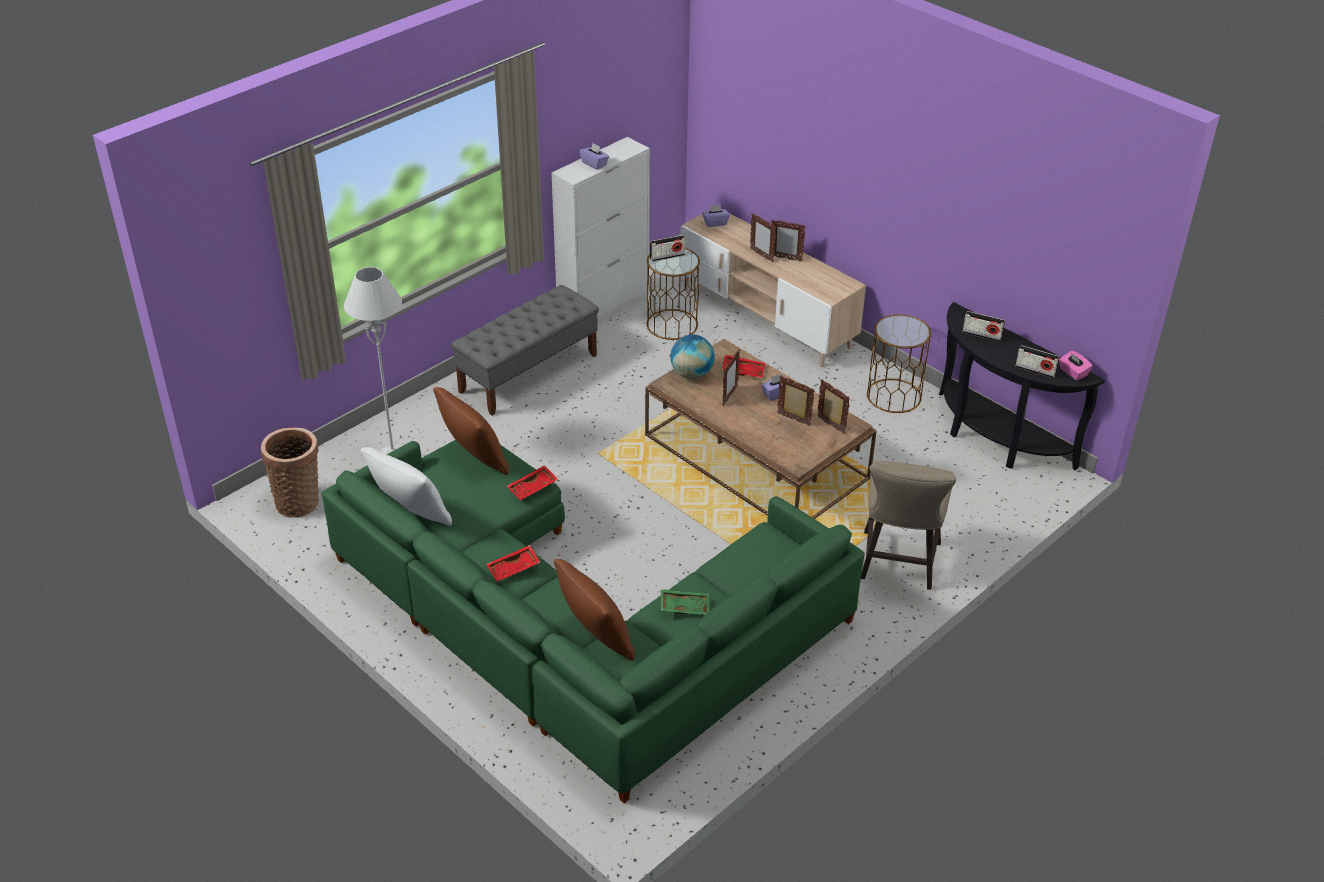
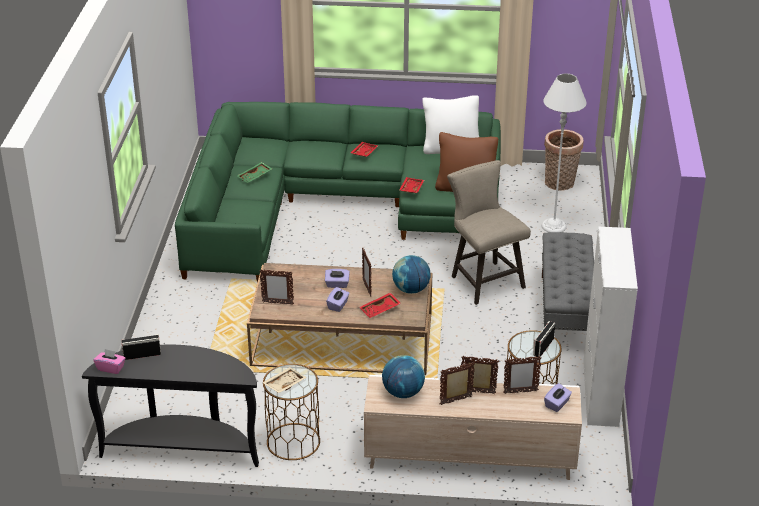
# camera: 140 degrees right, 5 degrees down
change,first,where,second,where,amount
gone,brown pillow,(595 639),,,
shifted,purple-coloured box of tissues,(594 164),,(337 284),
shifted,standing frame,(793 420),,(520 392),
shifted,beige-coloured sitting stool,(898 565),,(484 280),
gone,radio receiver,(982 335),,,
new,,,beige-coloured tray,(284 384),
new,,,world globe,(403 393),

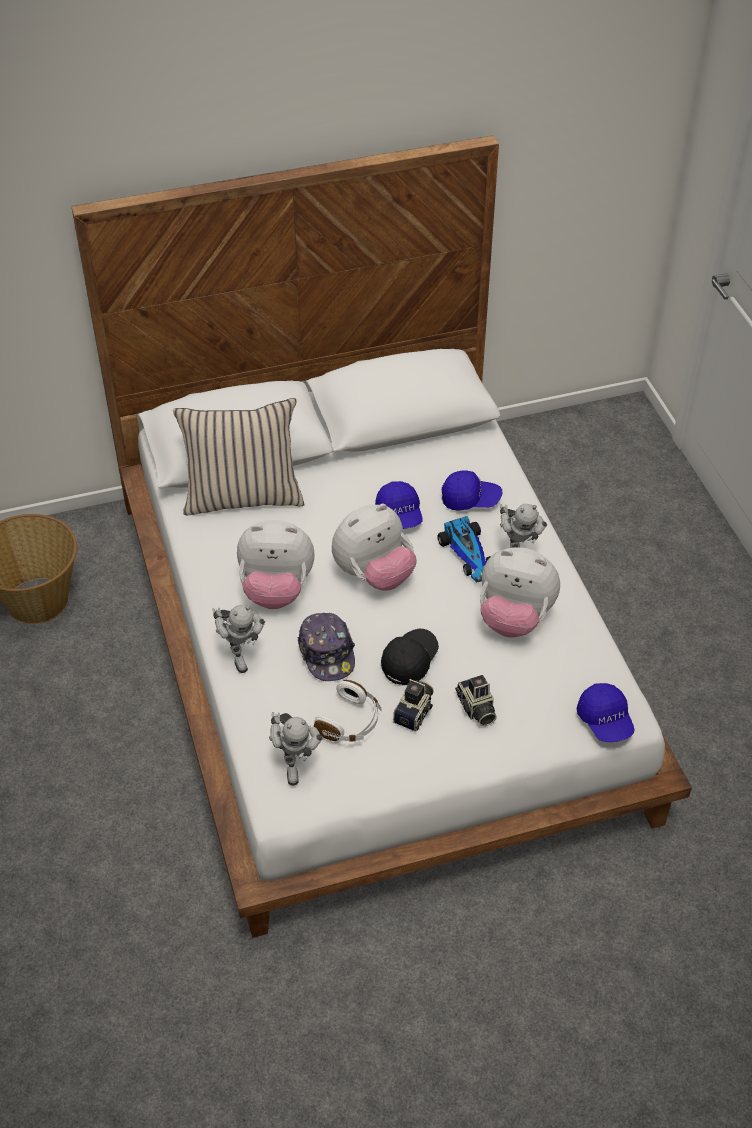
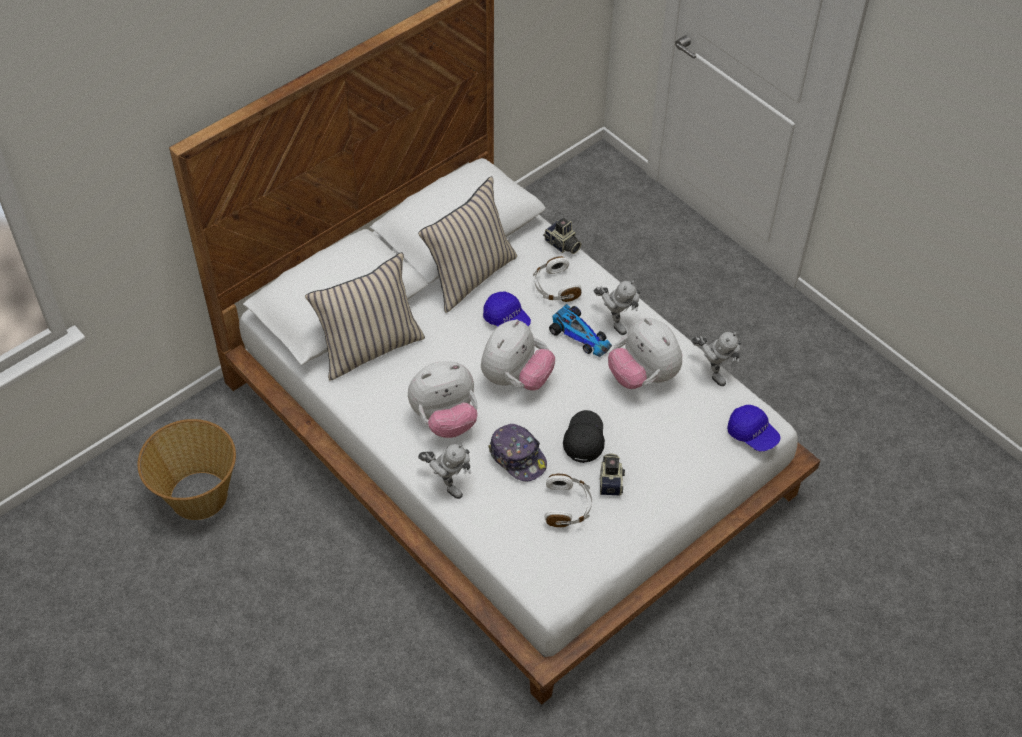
# camera: 25 degrees left, 5 degrees up
change,first,where,second,where,amount
shifted,toy robot,(295 762),,(712 370),
swapped,bluish peaked cap,(470 499),white headphones,(555 287),
shifted,photo camera,(476 709),,(562 245),
rotated,plush toy,(514 618),,(643 376),60 degrees clockwise
new,,,beige-coloured pillow,(469 276),

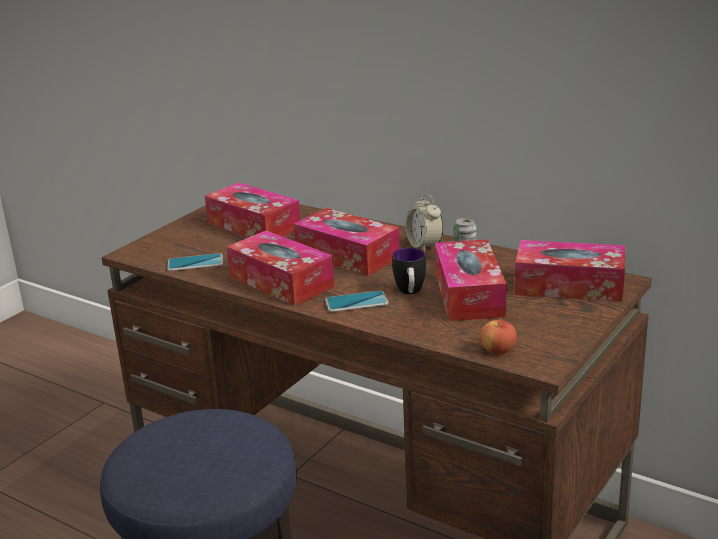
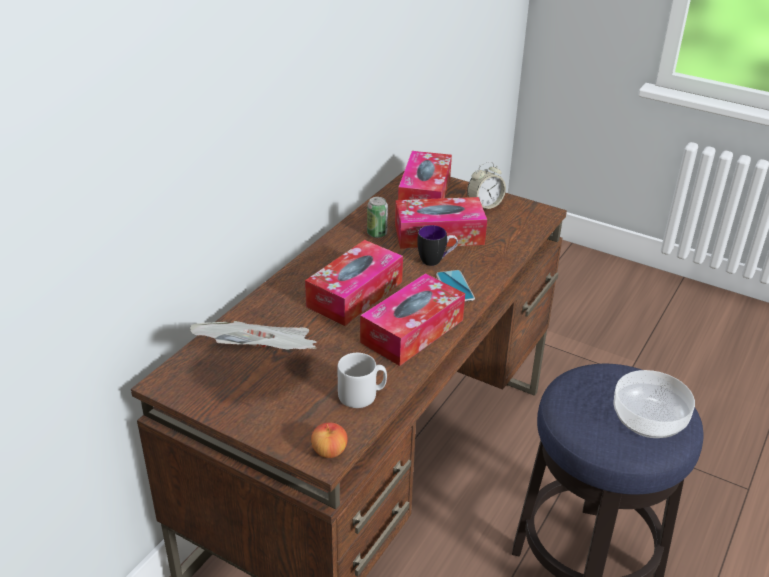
# camera: 95 degrees left, 10 degrees up
change,first,where,second,where,amount
swapped,telephone,(195 263),grey coffee mug,(362 395),
swapped,box of tissues,(254 226),newspaper,(262 360),
shifted,alarm clock,(424 246),,(484 205),
shifted,whole apple,(498 350),,(329 451),
new,,,bowl,(647 419),

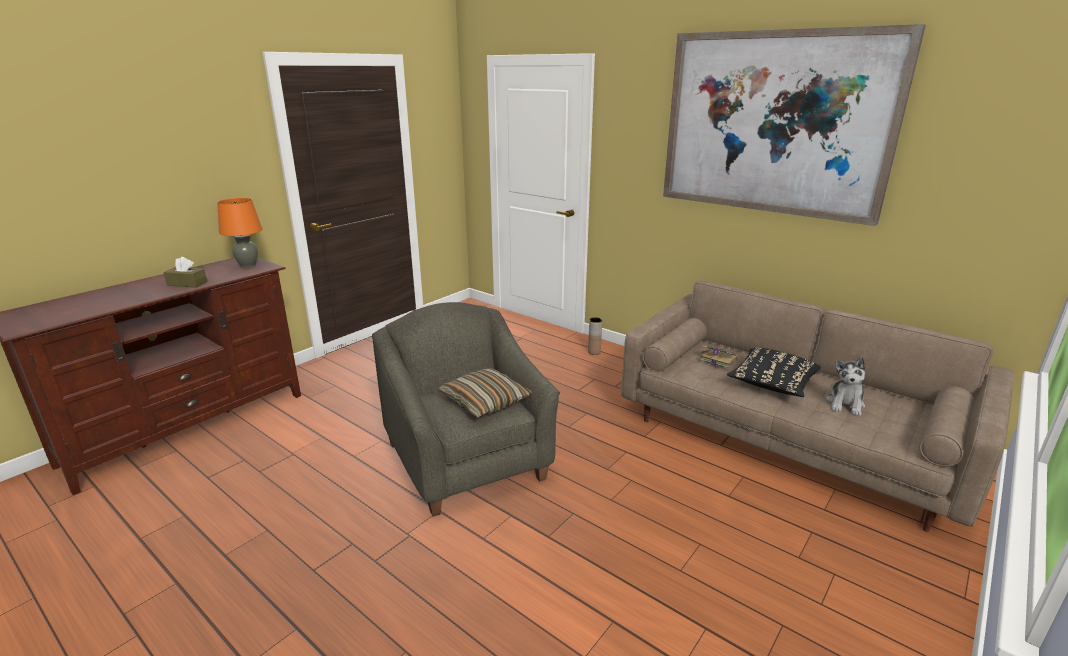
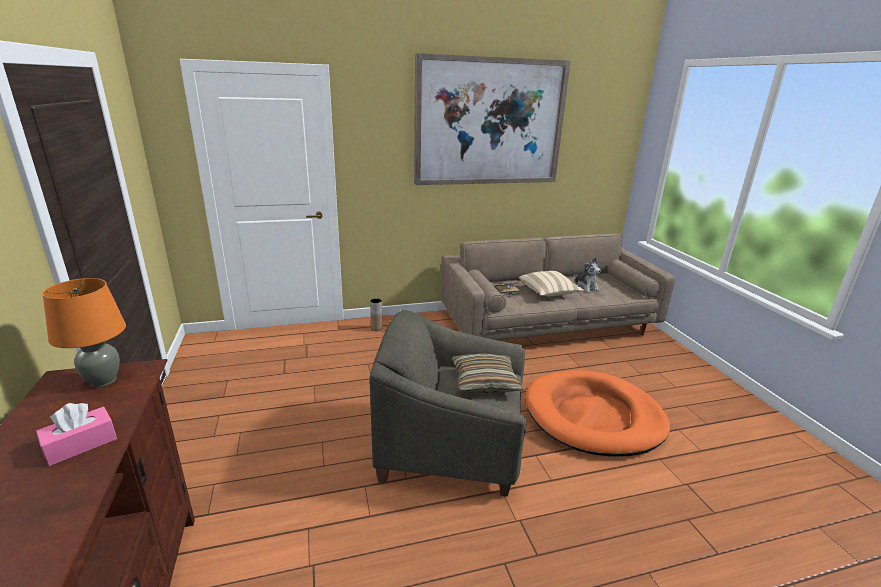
# camera: 55 degrees left, 0 degrees up
change,first,where,second,where,amount
repainted,brown box of tissues,(187 283),pink box of tissues,(81 444),
repainted,blackish pillow,(772 384),beige-coloured pillow,(548 293),
new,,,orange-coloured pet bed,(593 416),

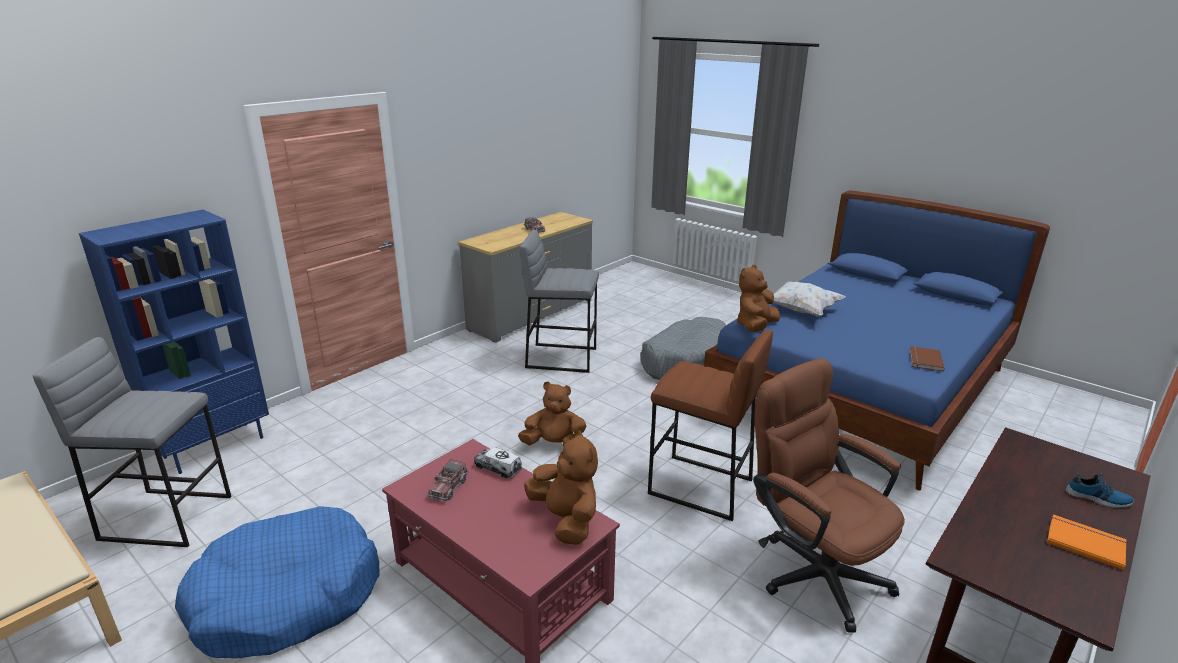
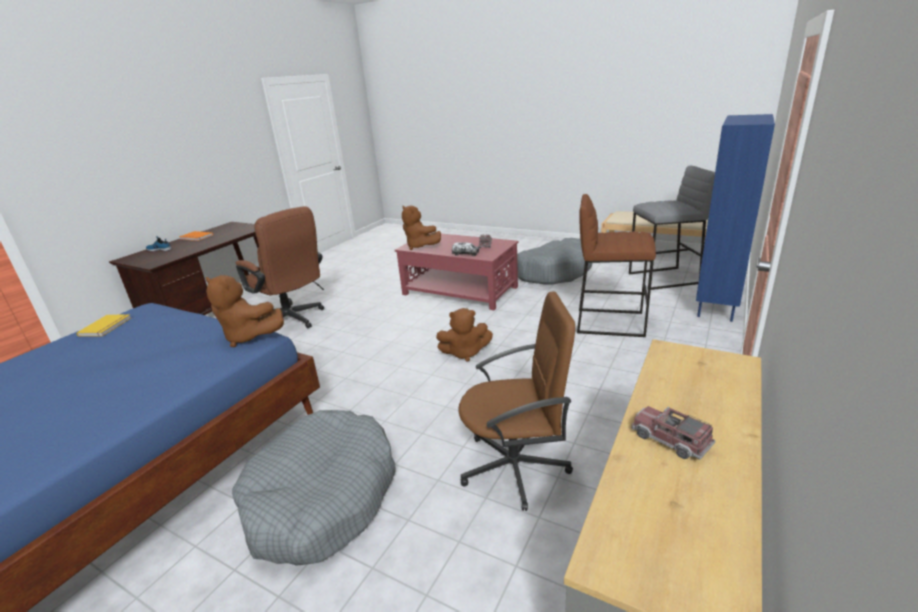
# camera: 170 degrees right, 0 degrees up
change,first,where,second,where,amount
repainted,bluish pet bed,(286 597),grey pet bed,(553 271),
swapped,grey sitting stool,(561 357),brown computer chair,(516 466),
shifted,brown sitting stool,(700 487),,(610 322),
rotated,brown plush toy,(755 327),,(248 337),90 degrees clockwise
gone,white pillow,(801 311),,,
repainted,brown volume,(924 360),yellow-coloured volume,(107 327),

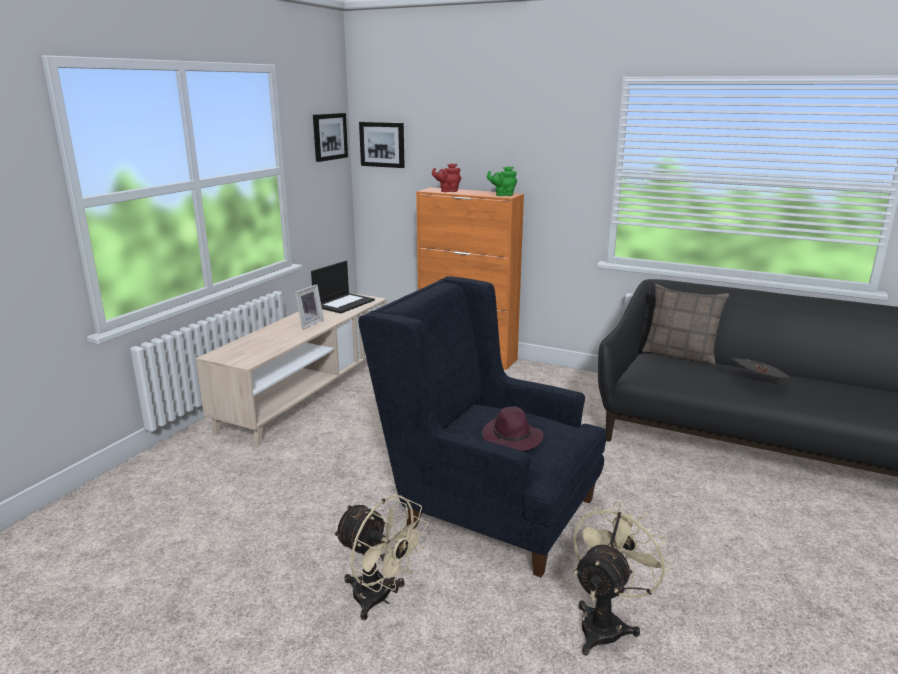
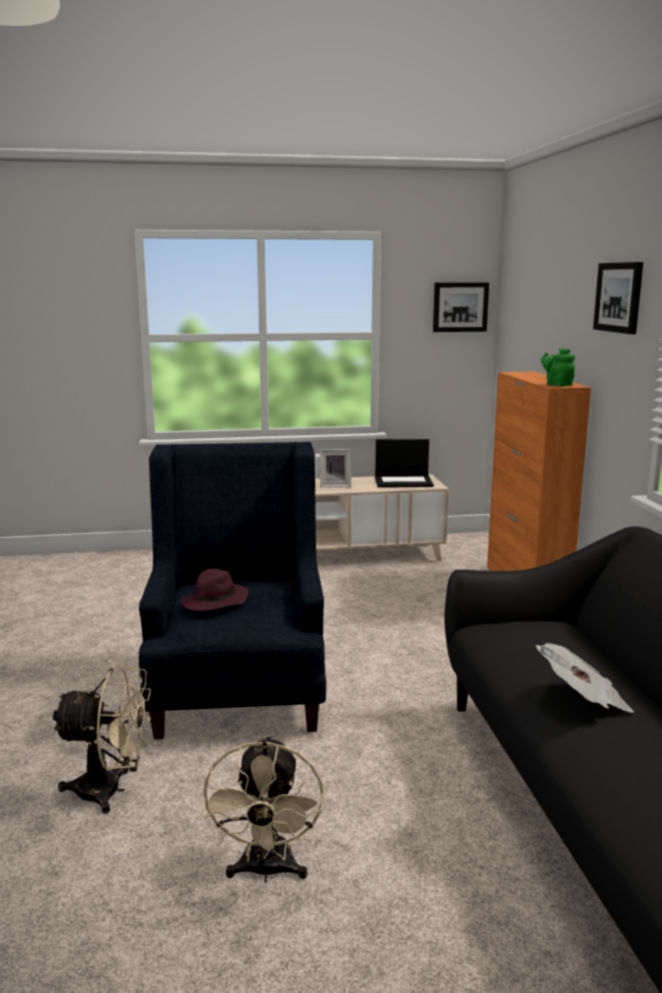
# camera: 55 degrees right, 5 degrees down
change,first,where,second,where,amount
shifted,beige-coloured cooling fan,(379 599),,(267 871),
shifted,wall picture,(382 144),,(619 297),
gone,red teapot,(448 191),,,
gone,pillow,(680 355),,,

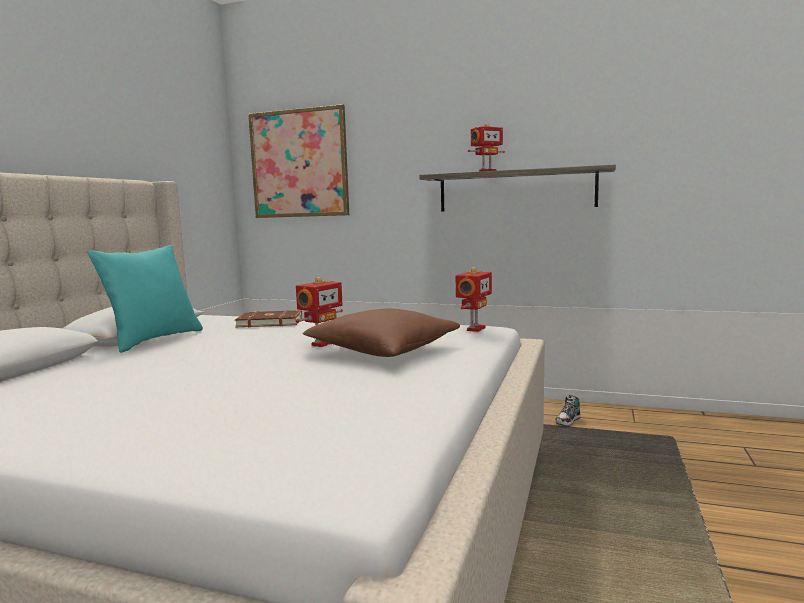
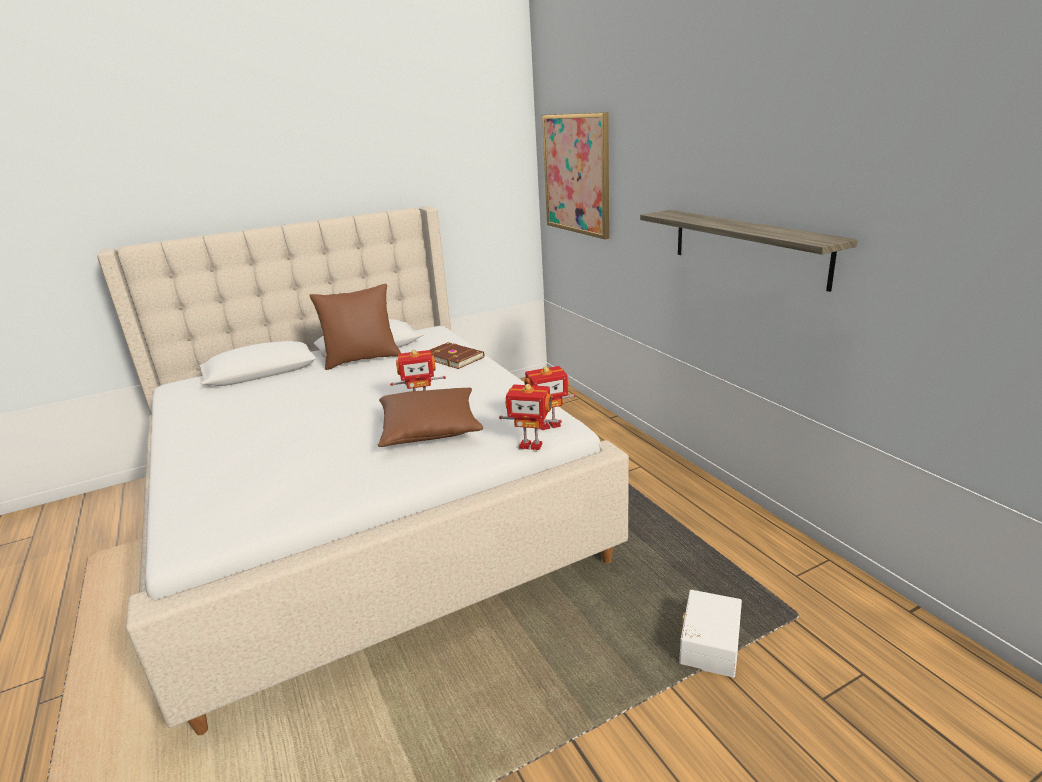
# camera: 45 degrees right, 15 degrees up
change,first,where,second,where,amount
repainted,blue-green pillow,(154 340),brown pillow,(362 359),
shifted,toy robot,(487 171),,(531 445),
gone,item of footwear,(568 421),,,
new,,,white storage box,(708 643),

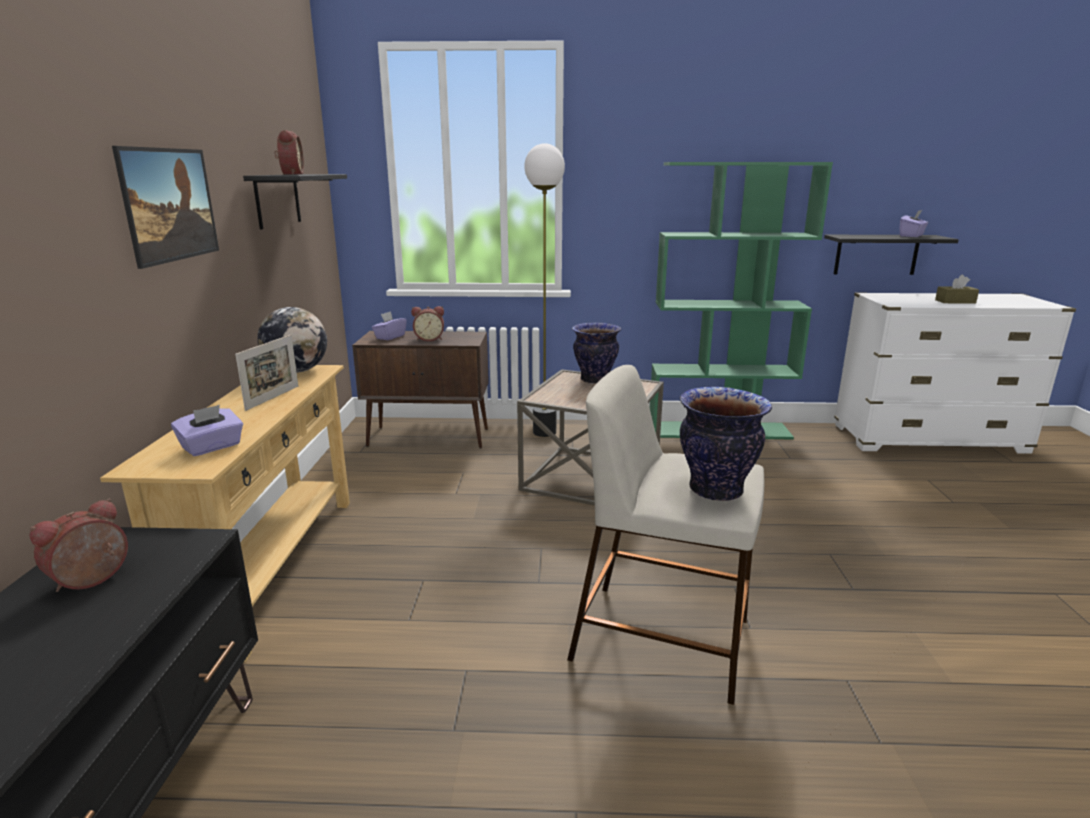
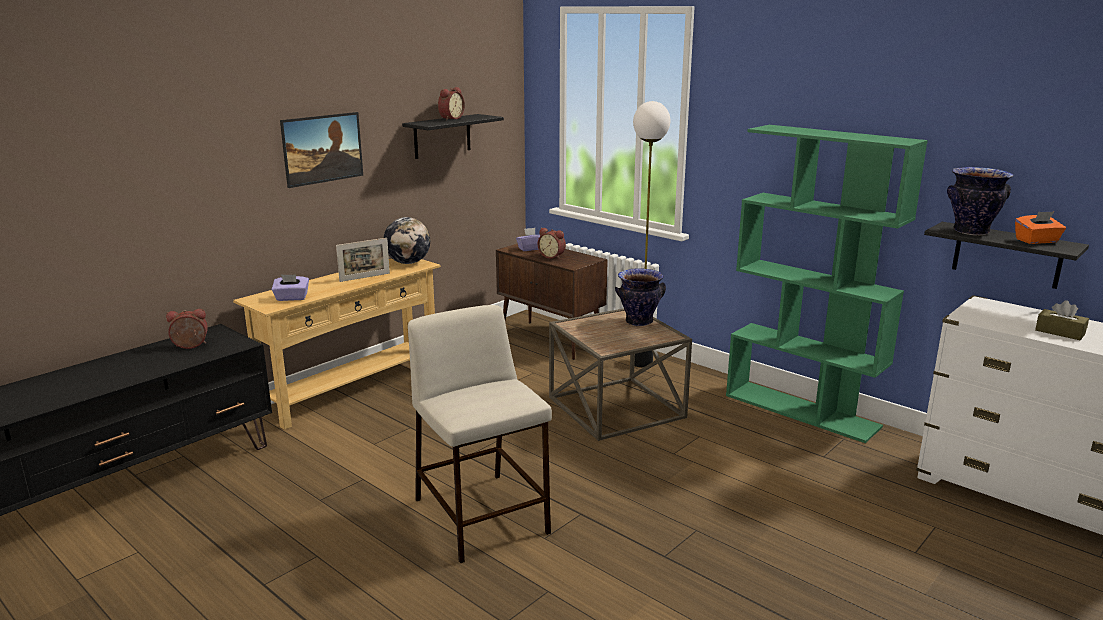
# camera: 40 degrees right, 0 degrees up
change,first,where,second,where,amount
shifted,decorative vase,(717 491),,(971 232),
repainted,purple-coloured box of tissues,(911 236),orange-coloured box of tissues,(1037 241),

